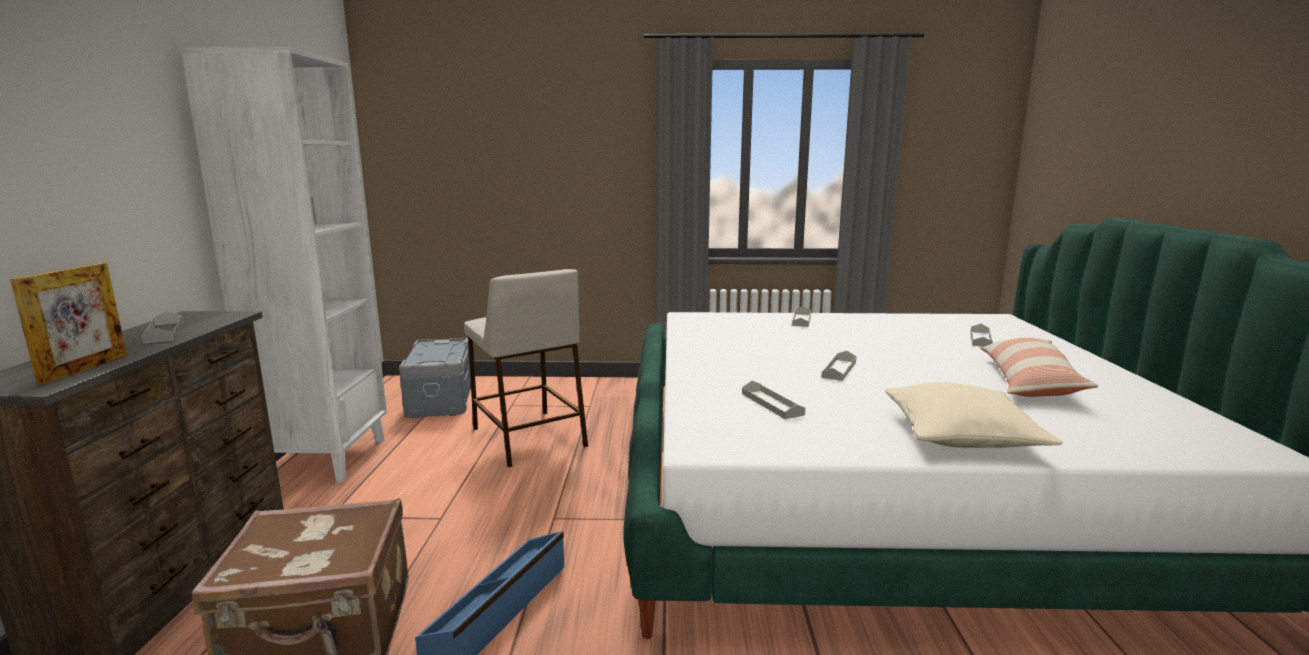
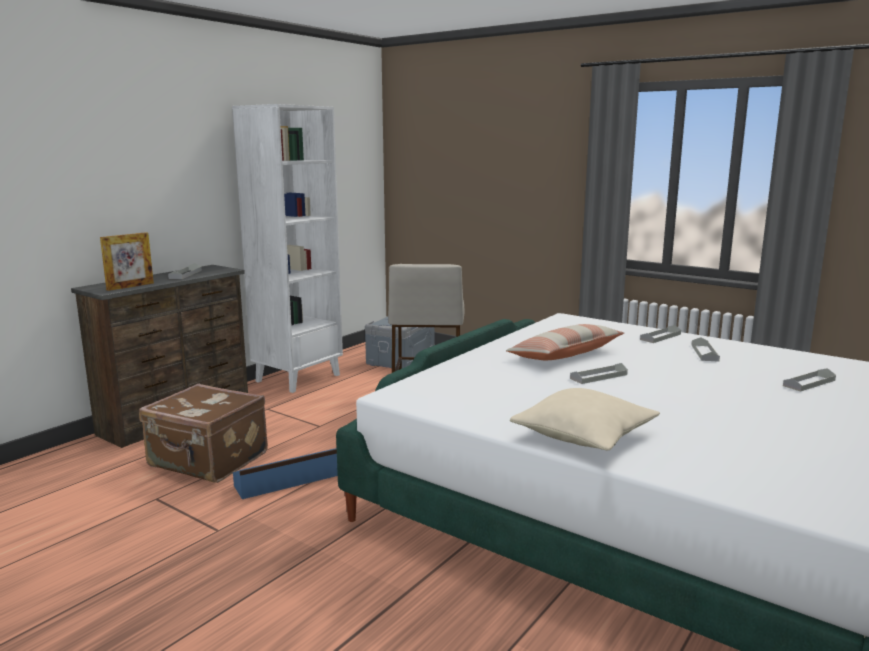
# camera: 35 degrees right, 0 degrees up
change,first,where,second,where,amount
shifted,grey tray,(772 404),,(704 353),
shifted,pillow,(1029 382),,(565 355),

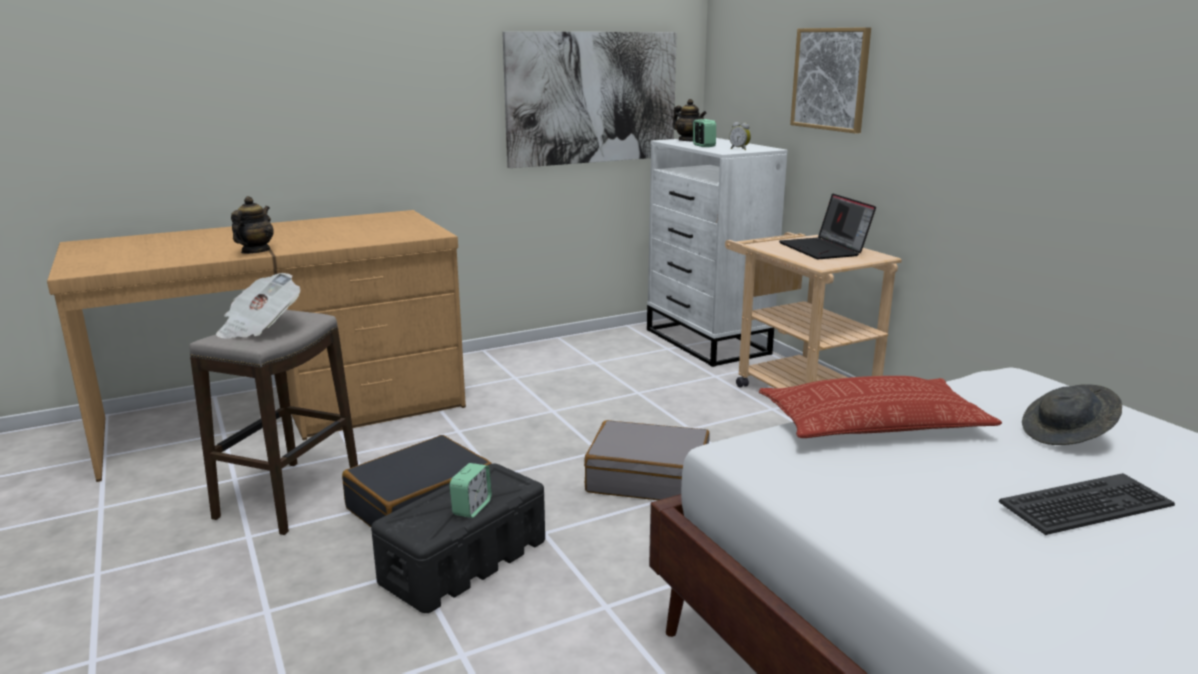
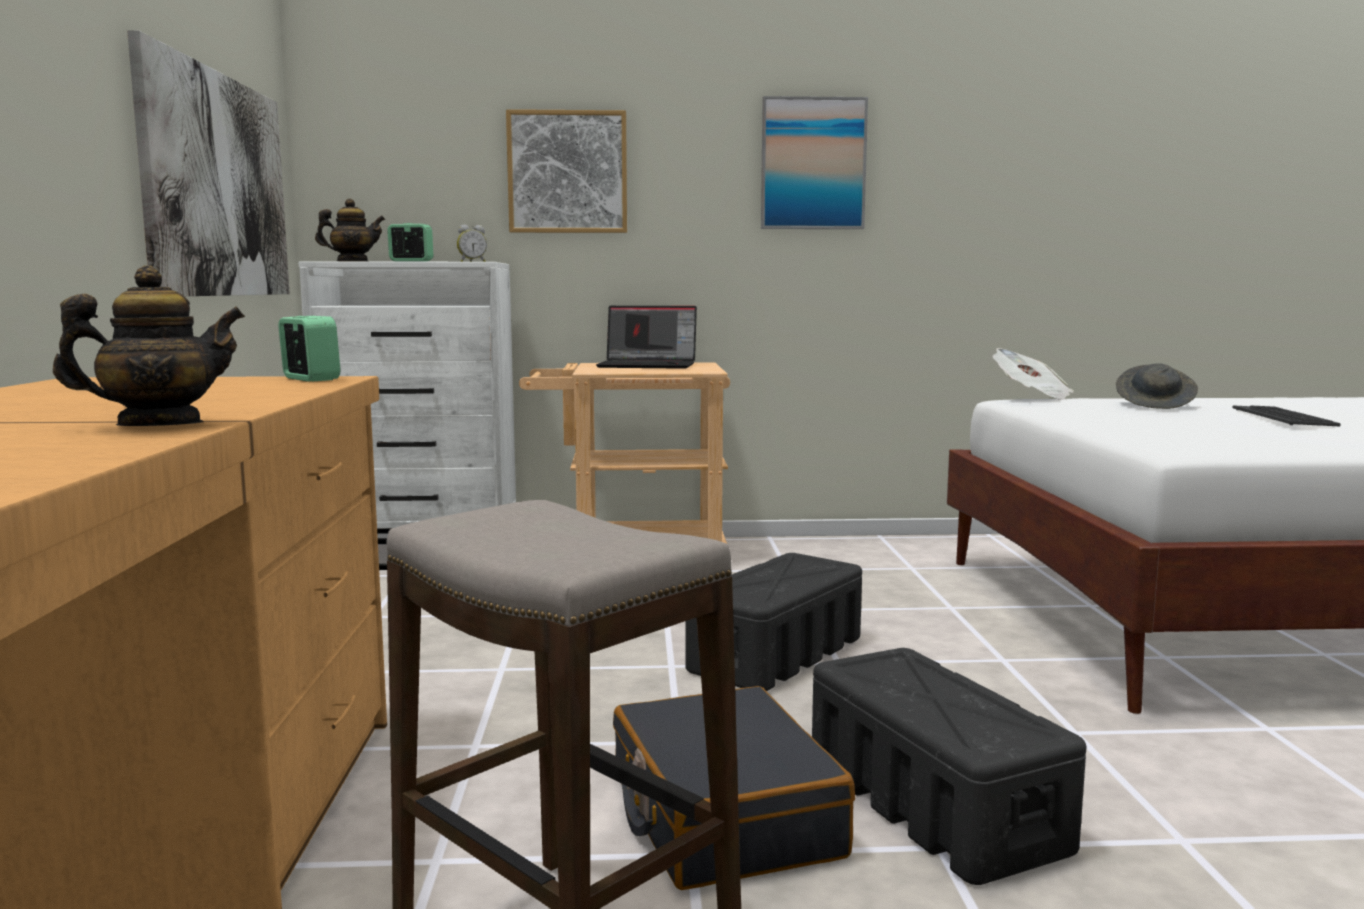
# camera: 65 degrees left, 10 degrees down
change,first,where,second,where,amount
shifted,newspaper,(260 327),,(1032 396),
rotated,teapot,(255 251),,(159 425),120 degrees clockwise
shifted,alarm clock,(472 508),,(310 379),
swapped,grey travel case,(648 478),blackish storage box,(775 655),
gone,pillow,(873 423),,,
new,,,wall picture,(813 164),

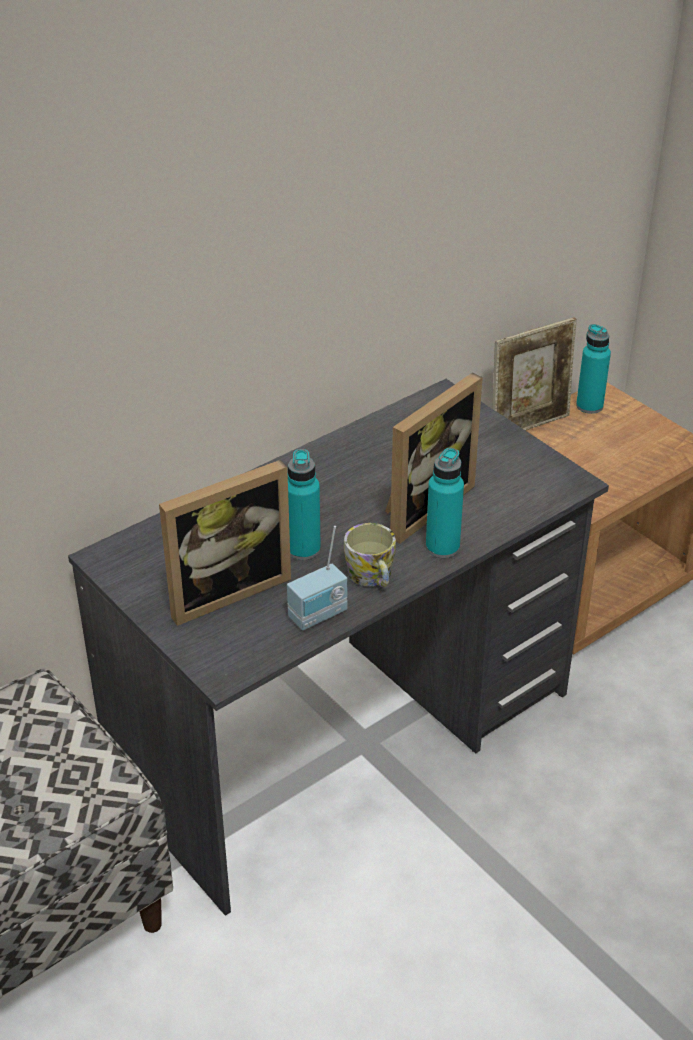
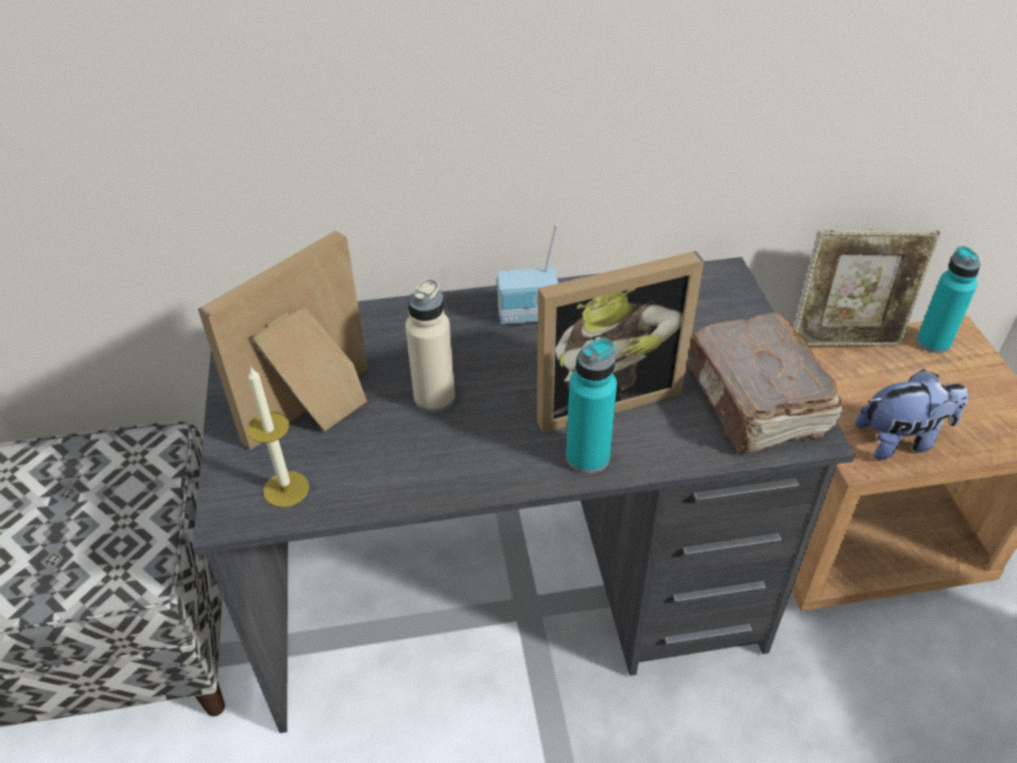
# camera: 30 degrees right, 5 degrees up
change,first,where,second,where,amount
rotated,standing frame,(224 589),,(318 413),135 degrees clockwise
shifted,radio receiver,(319 616),,(528 317),
repainted,blue-green beverage bottle,(303 549),beige-coloured beverage bottle,(434 398),
gone,coffee mug,(372 577),,,
new,,,wax light,(286 489),
new,,,brown volume,(756 402),
new,,,plush toy,(901 440),

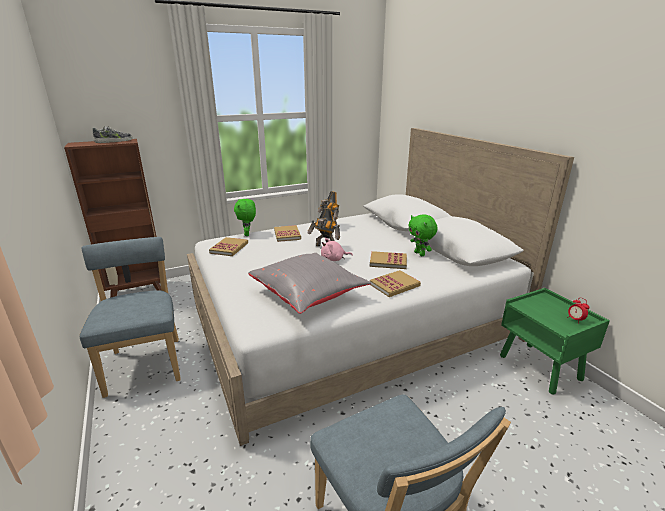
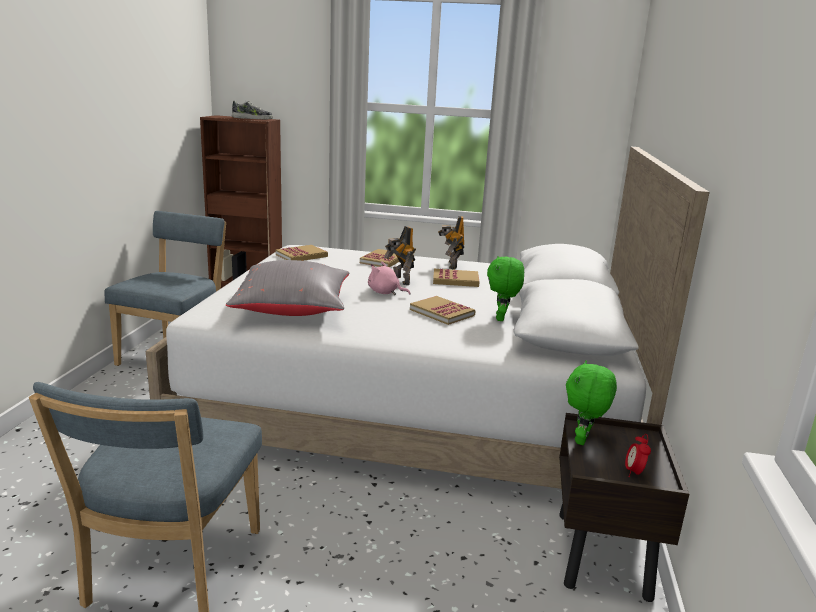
# camera: 35 degrees right, 5 degrees down
change,first,where,second,where,amount
shifted,greenish plush toy,(247 234),,(583 440),
shifted,volume,(394 285),,(455 280),
repainted,greenish night table,(540 368),brown night table,(603 556),

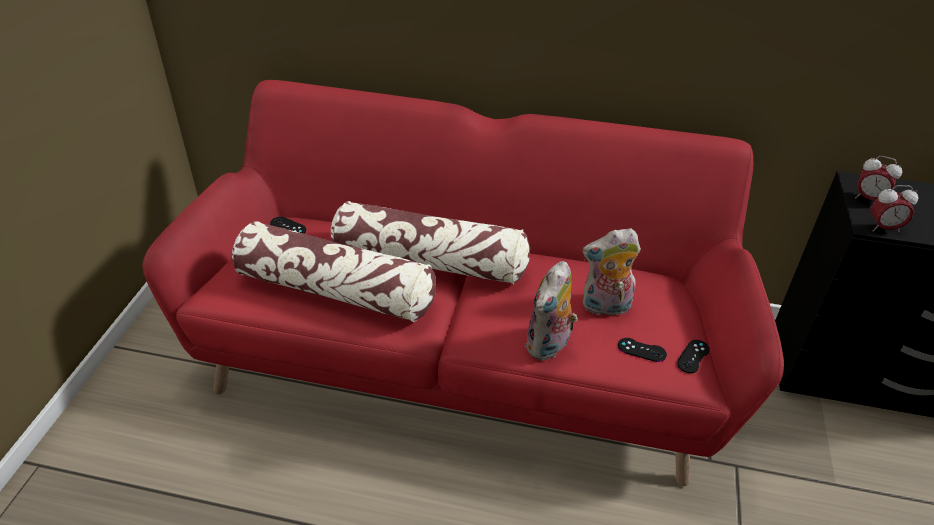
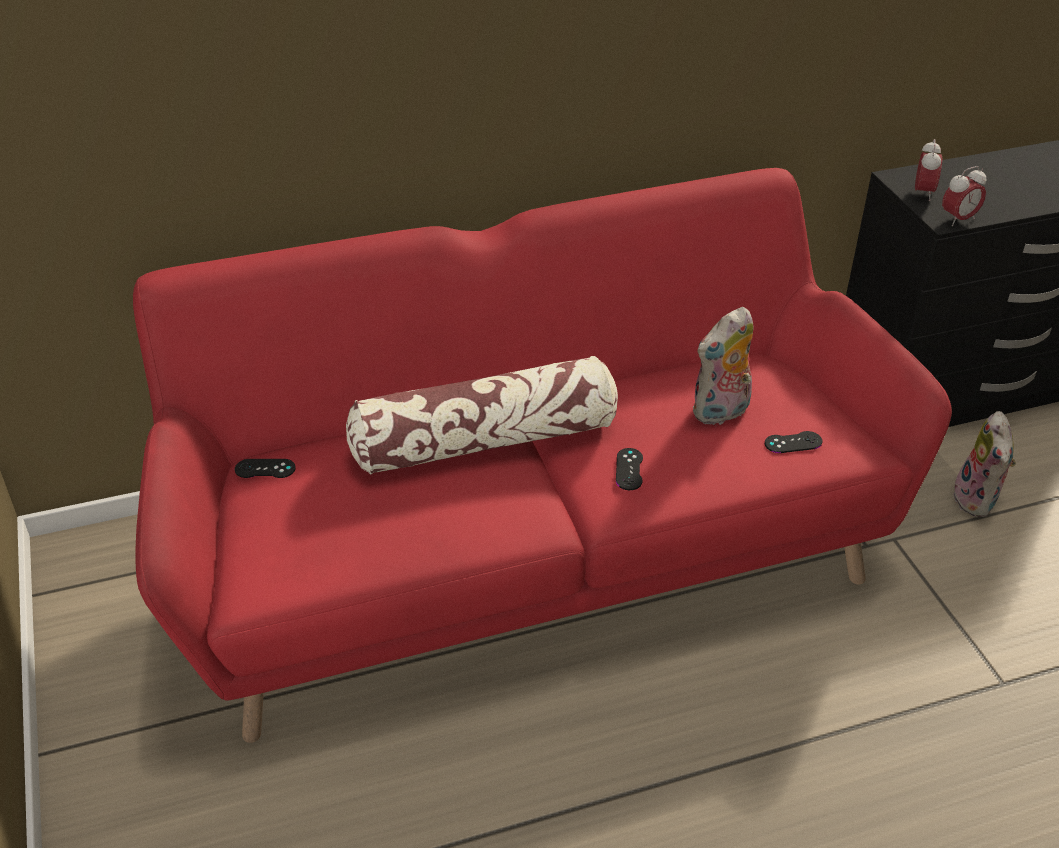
# camera: 30 degrees left, 0 degrees up
change,first,where,second,where,amount
gone,pillow,(336 290),,,
shifted,plush toy,(549 346),,(978 500),
shifted,blackish game controller,(693 356),,(629 469),
rotated,alarm clock,(868 199),,(923 193),75 degrees counterclockwise

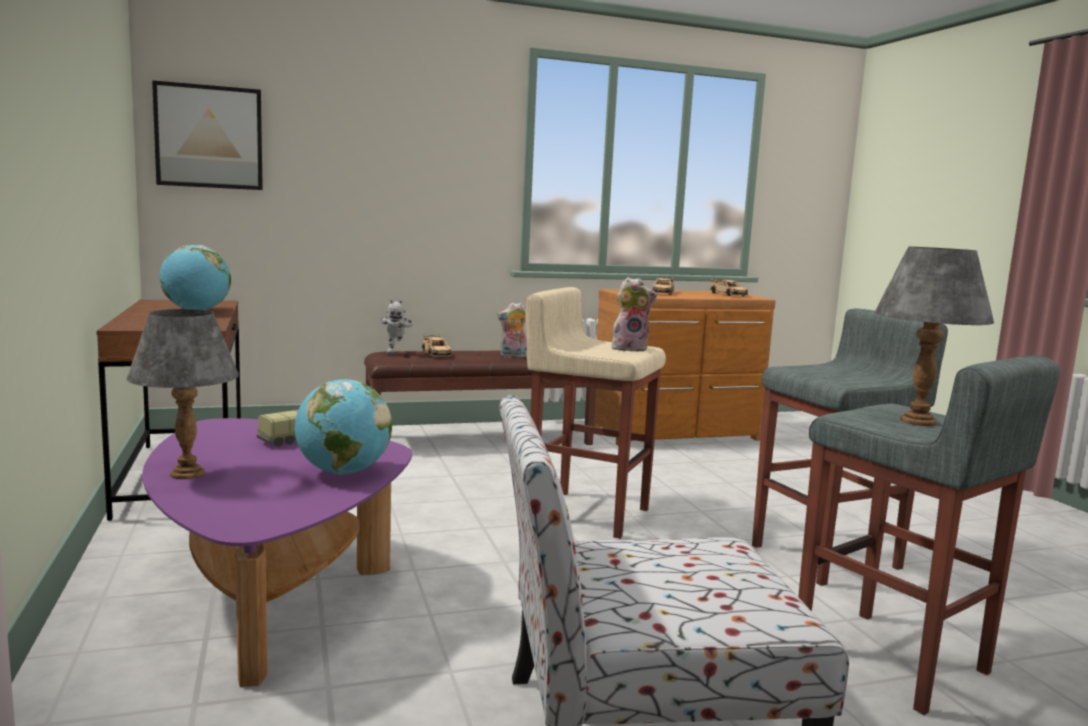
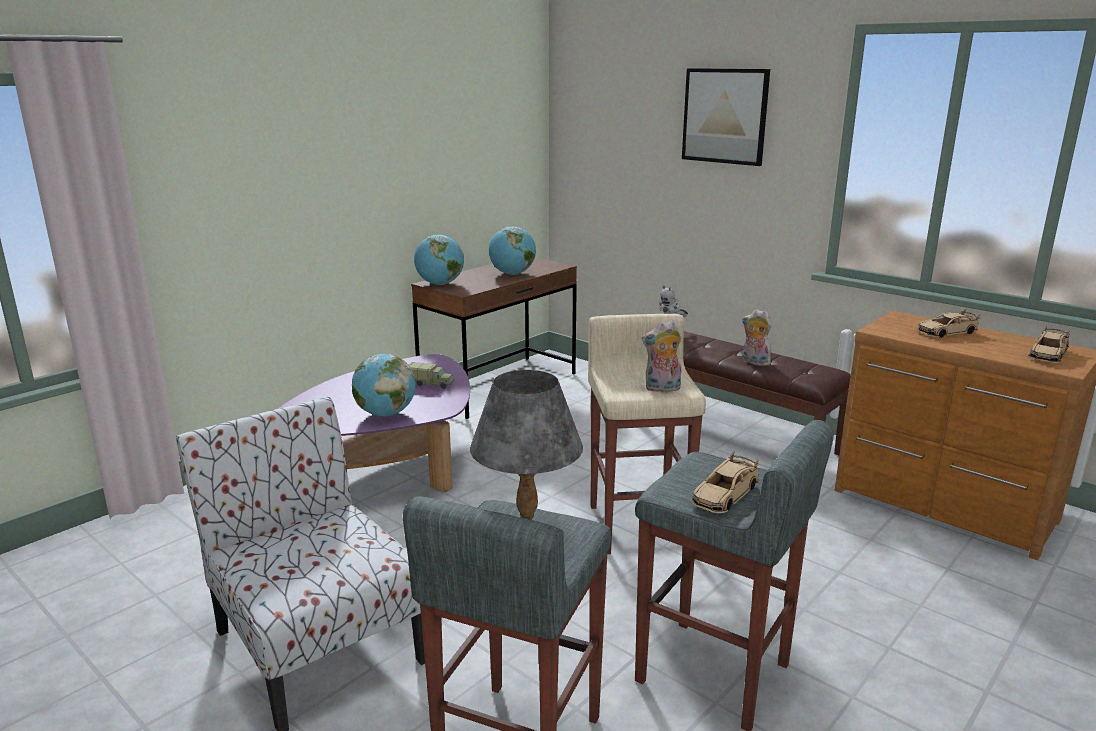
# camera: 60 degrees right, 10 degrees up
change,first,where,second,where,amount
gone,grey table lamp,(187 473),,,
shifted,wall picture,(209 137),,(724 116),
shifted,beige-coloured toy car,(436 353),,(725 494),
rotated,plush toy,(630 349),,(662 389),120 degrees clockwise
new,,,world globe,(440 284),

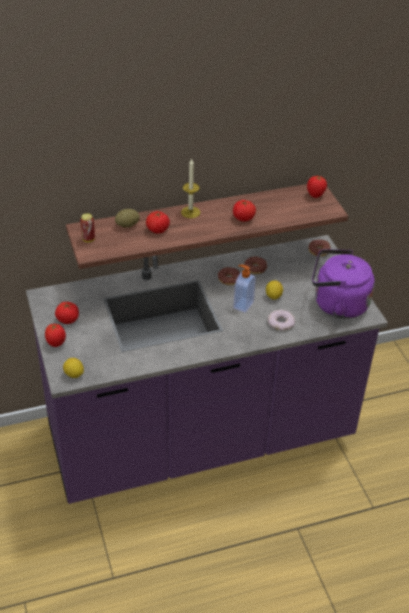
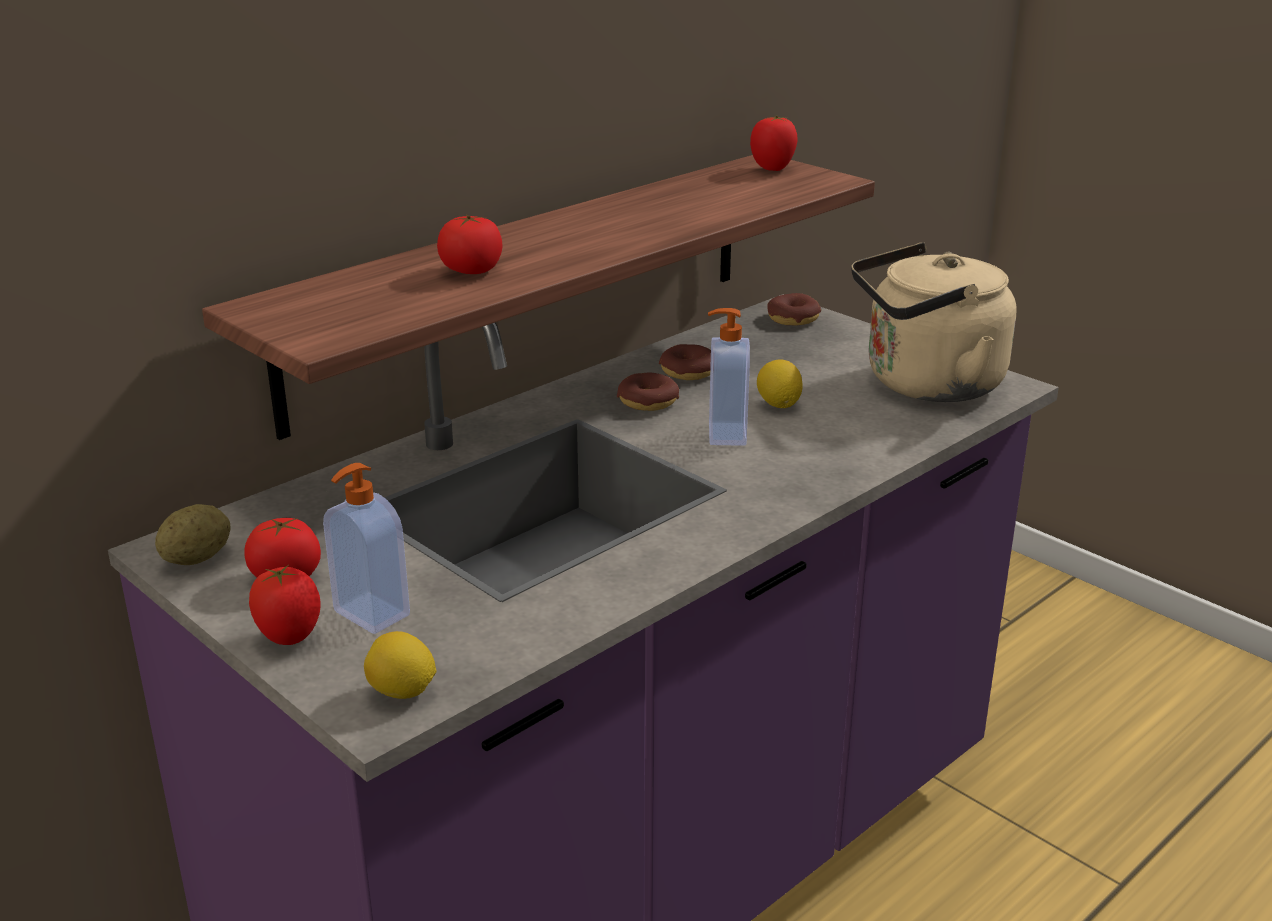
# camera: 25 degrees left, 15 degrees down
change,first,where,second,where,amount
gone,sealed can,(88 239),,,
shifted,spud,(127 225),,(197 558),
gone,wax light,(190 212),,,
gone,fresh tomato,(243 218),,,
gone,ring doughnut,(281 322),,,
repainted,purple-coloured tea kettle,(337 304),beige-coloured tea kettle,(926 385),
new,,,soap dispenser,(369 614),

